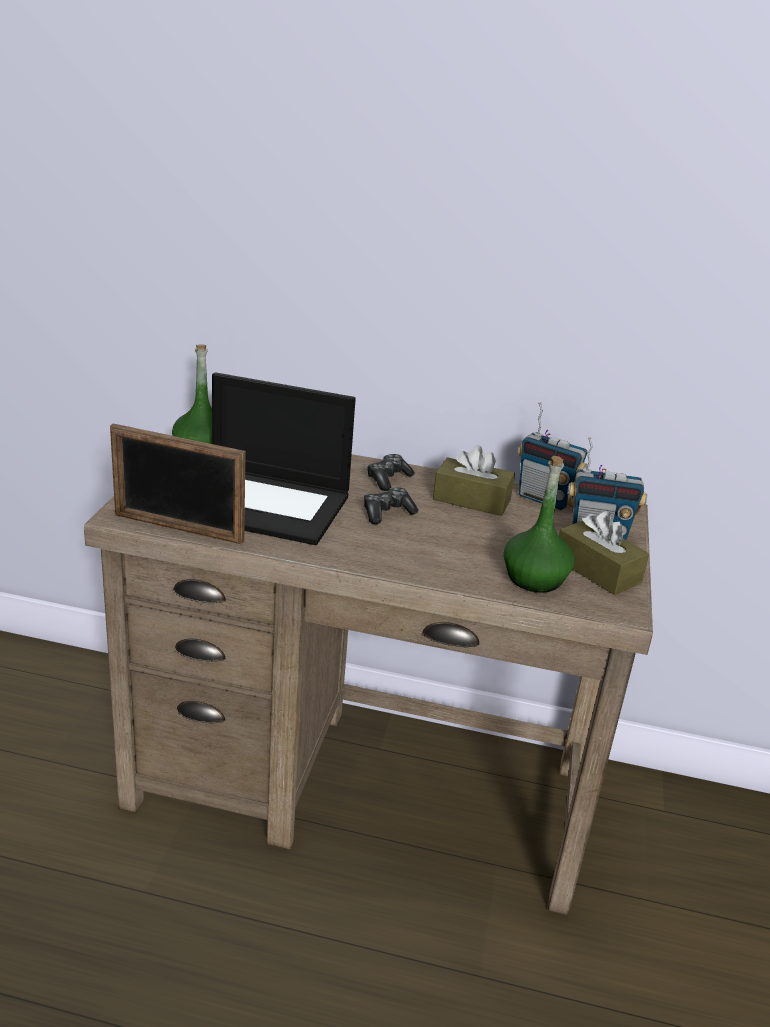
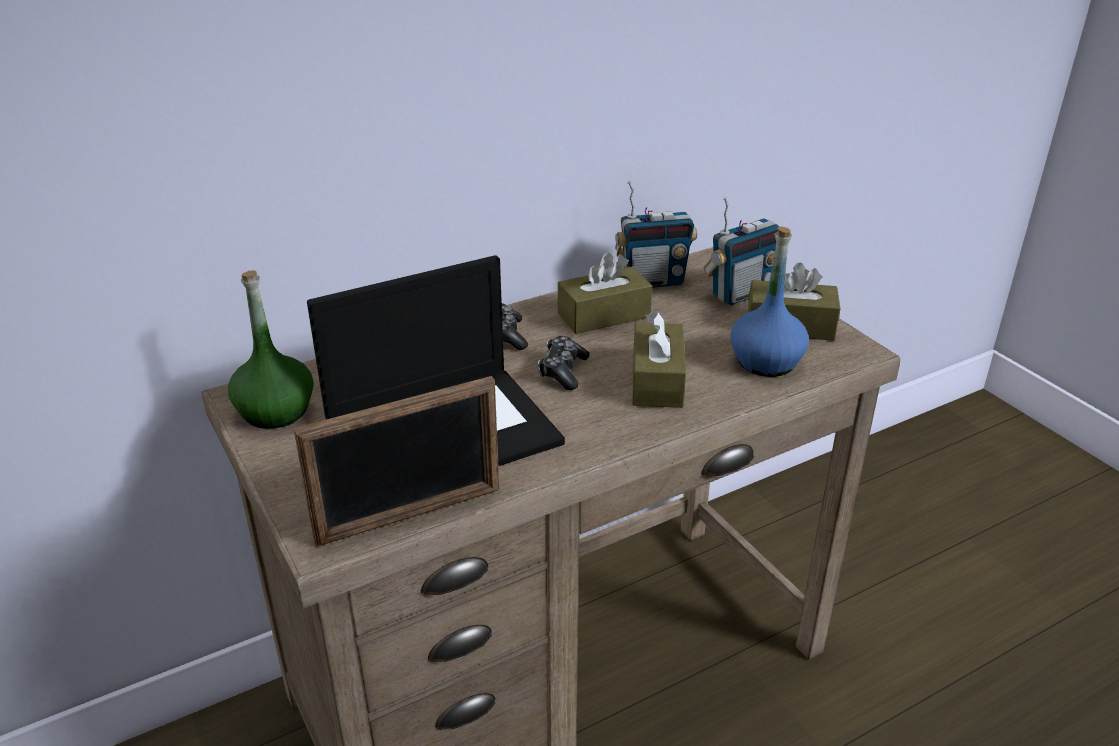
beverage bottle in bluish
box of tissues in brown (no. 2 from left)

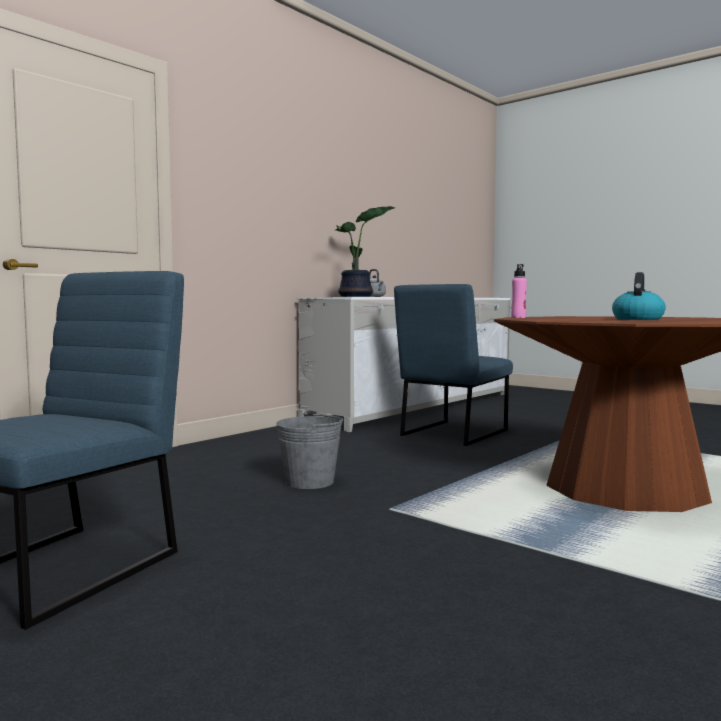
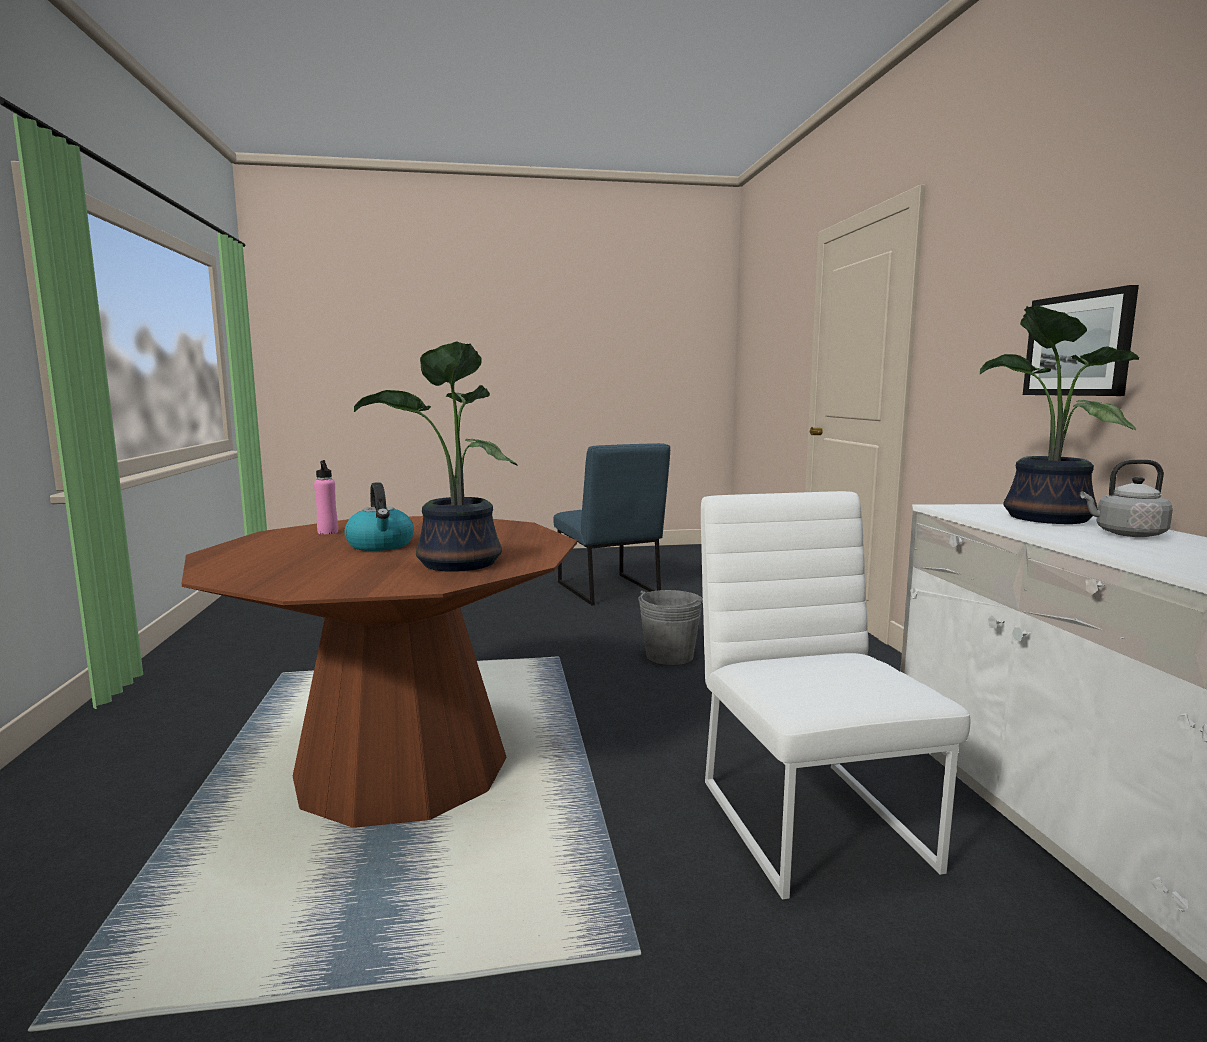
chair in white-coloured
beverage bottle in pink
houseplant (no. 1 from left)
wall picture

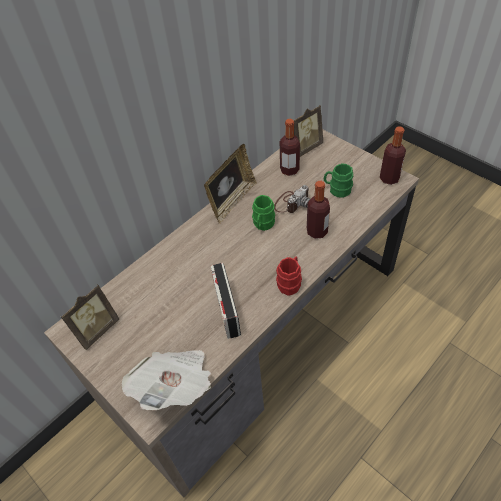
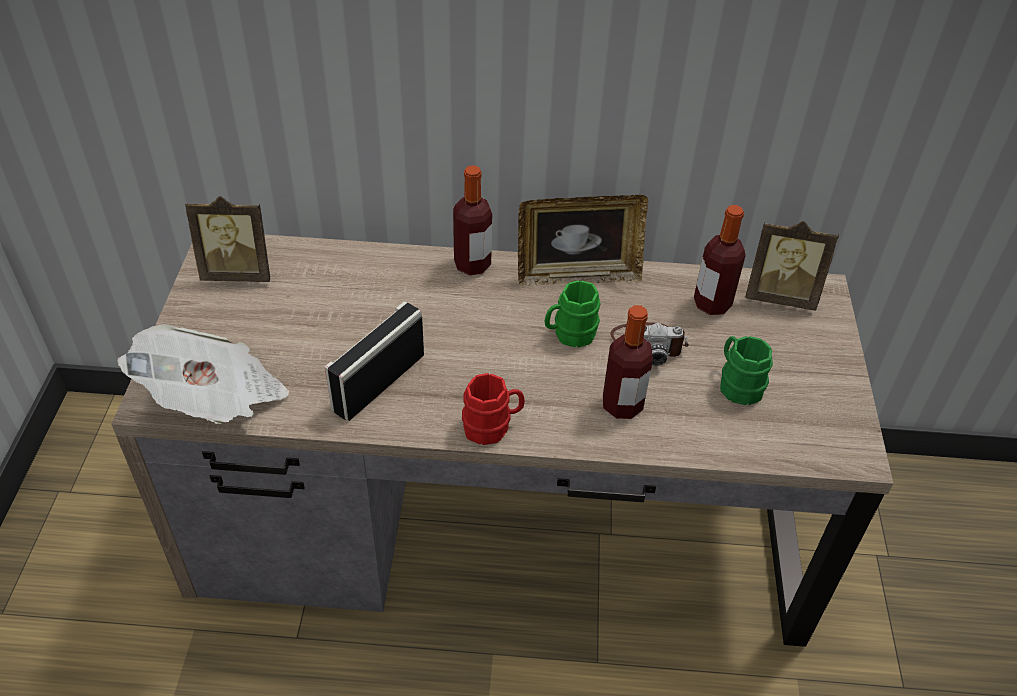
beverage bottle (no. 1 from left)

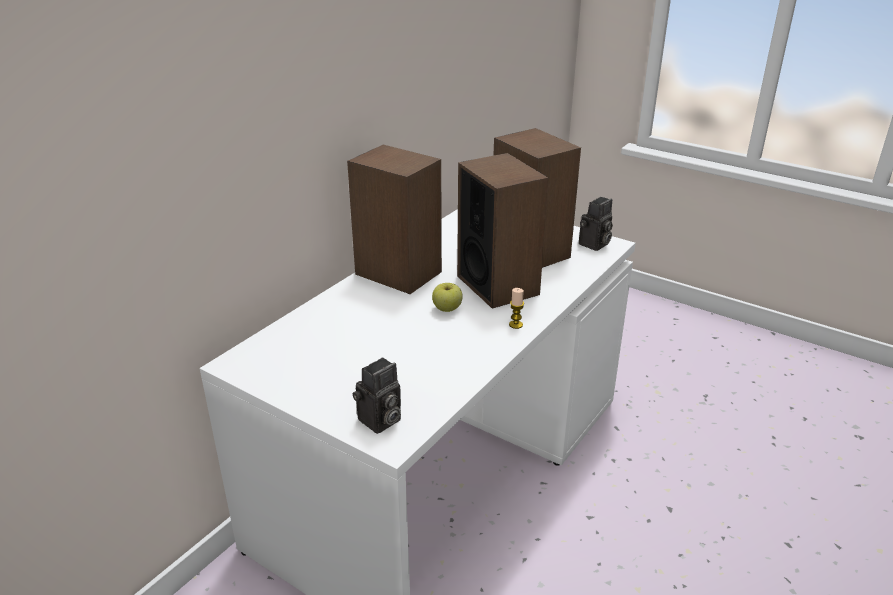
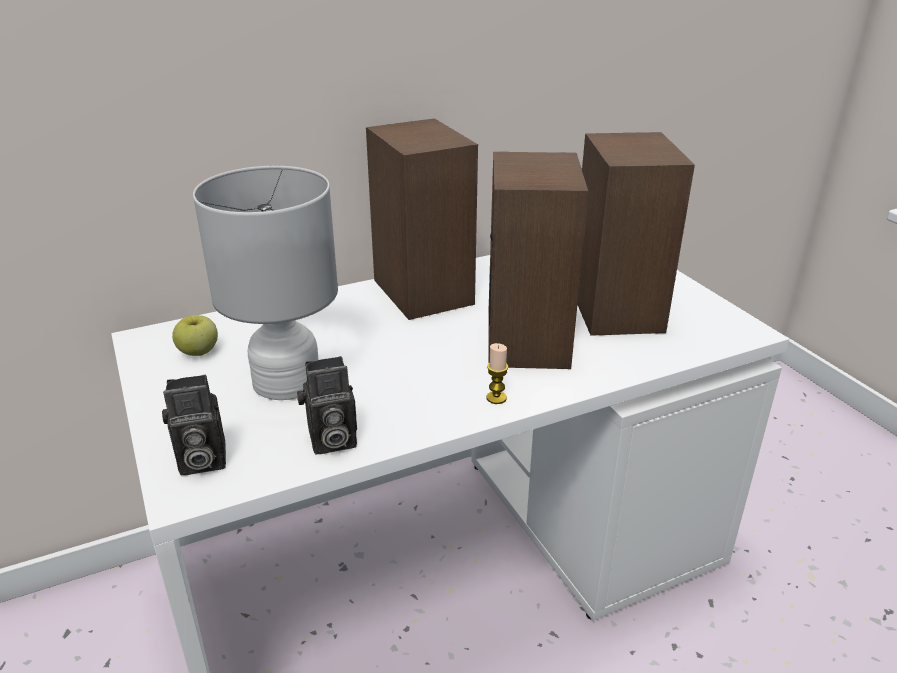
whole apple
photo camera (no. 2 from left)
tabletop lamp in grey

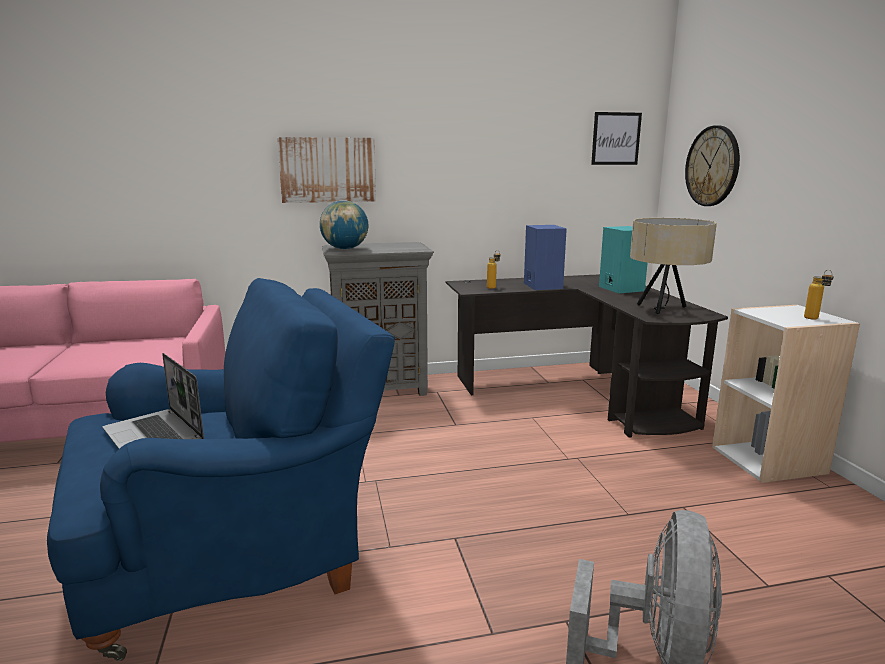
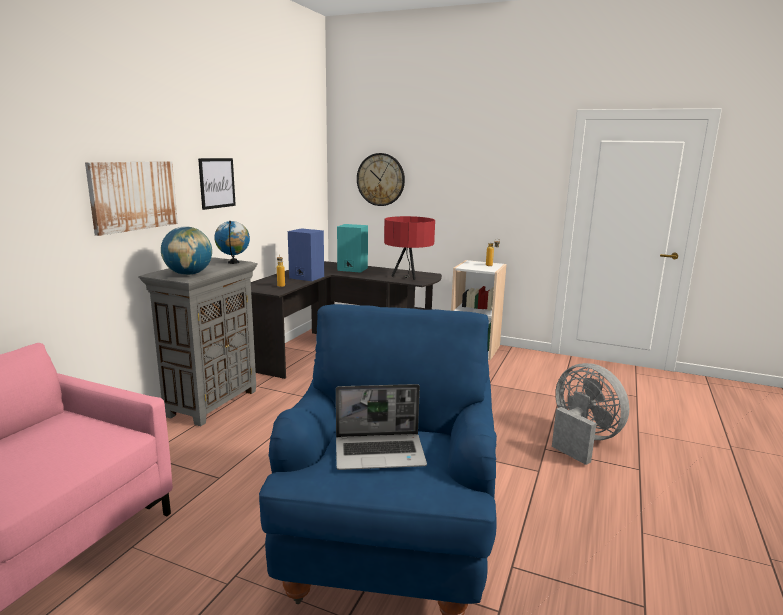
wall picture (no. 2 from left)
tabletop lamp in red
world globe (no. 2 from left)

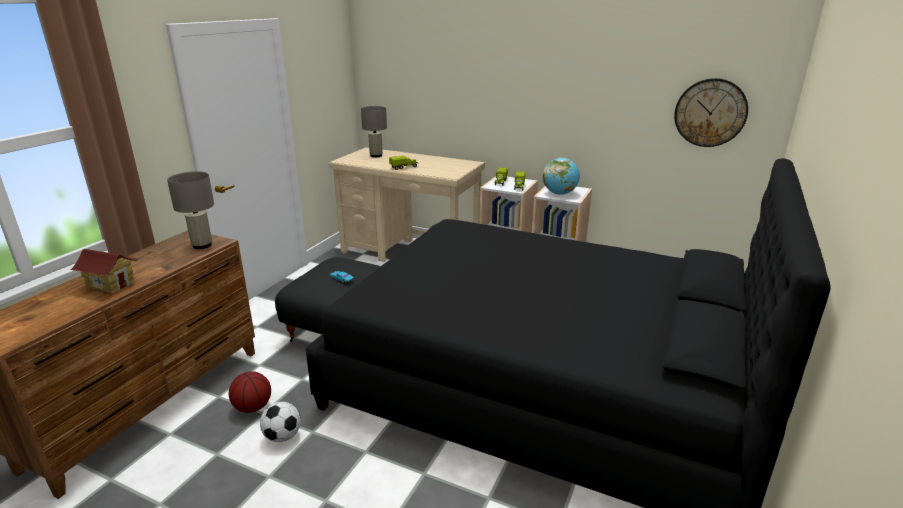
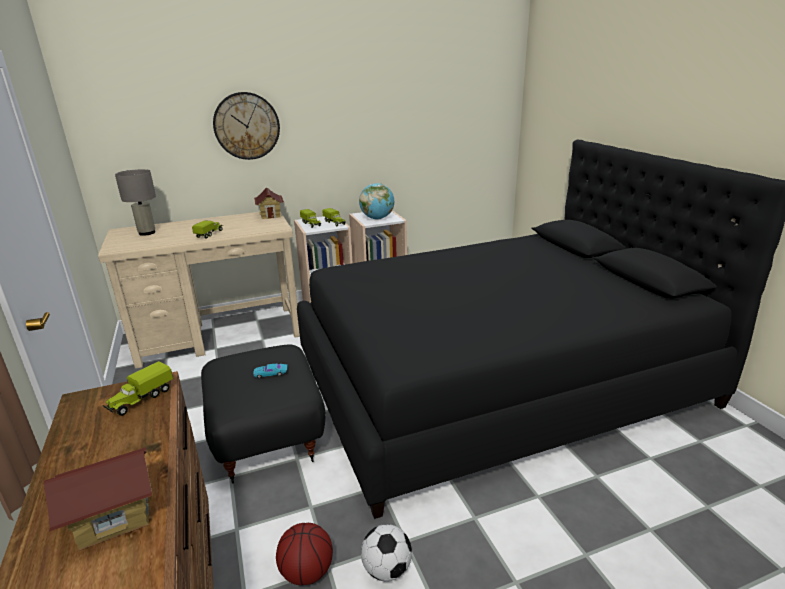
toy truck (no. 1 from left)
clock on the wall
toy house (no. 2 from left)

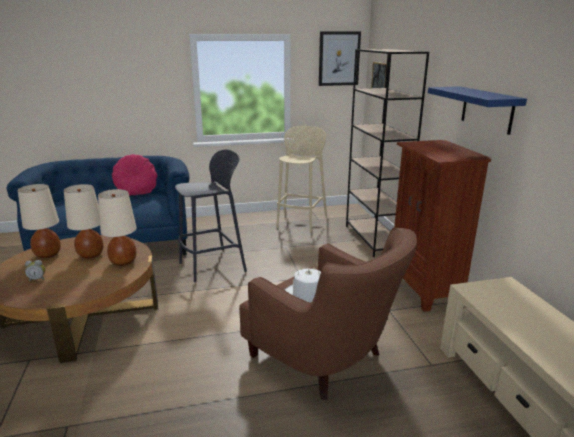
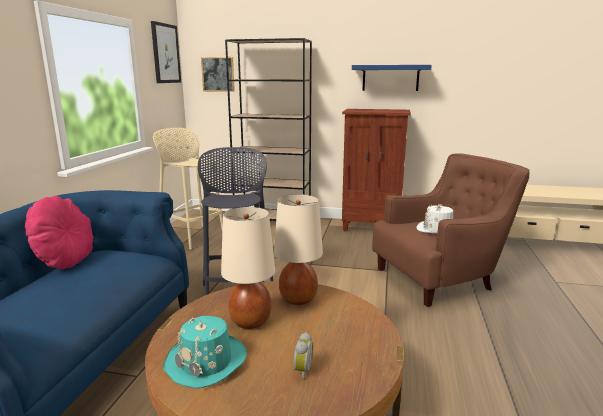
wearable hat in blue-green

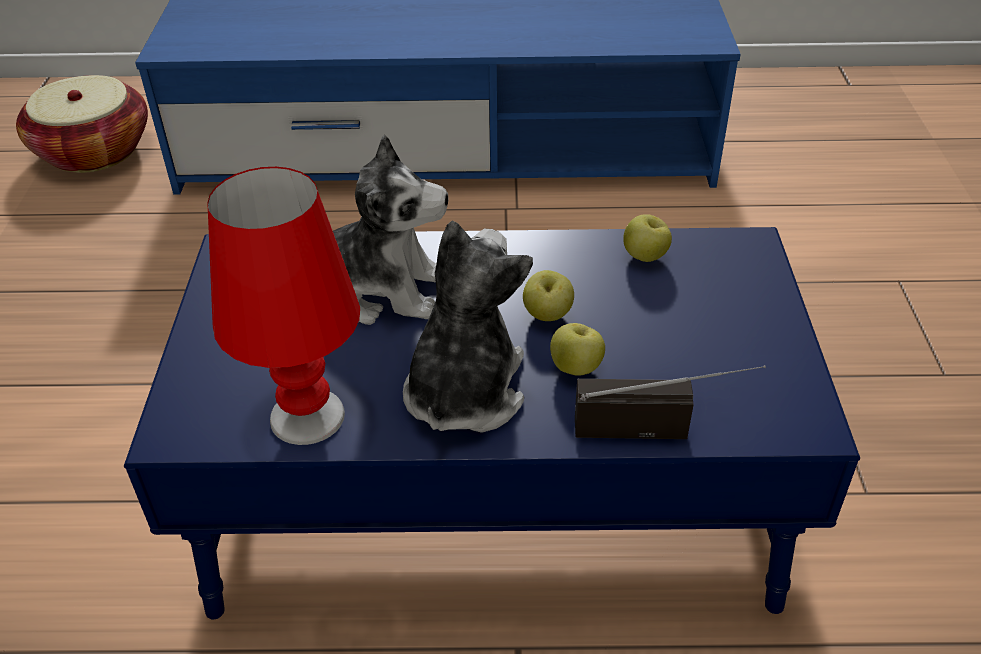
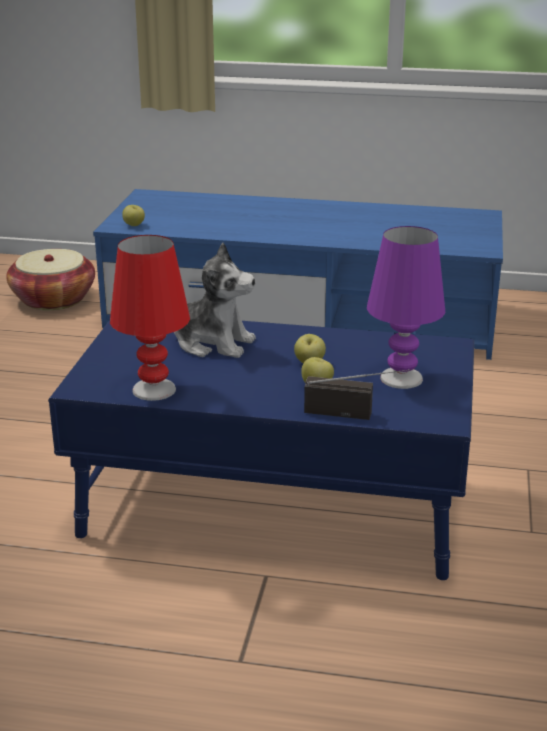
cuddly toy (no. 2 from left in the first image)
whole apple (no. 1 from left)
tabletop lamp in purple

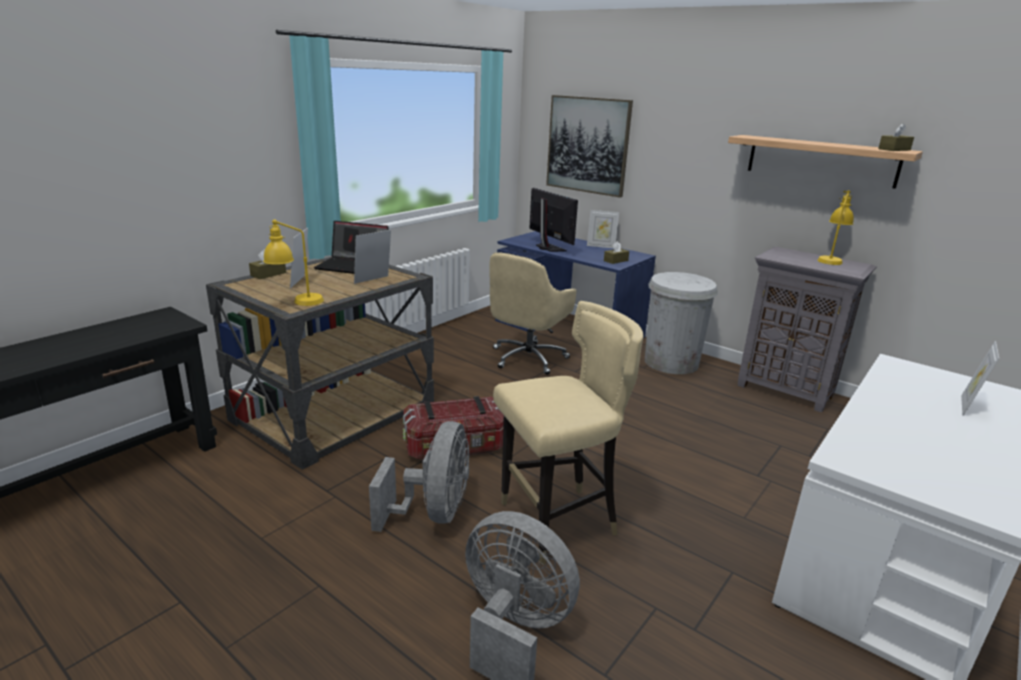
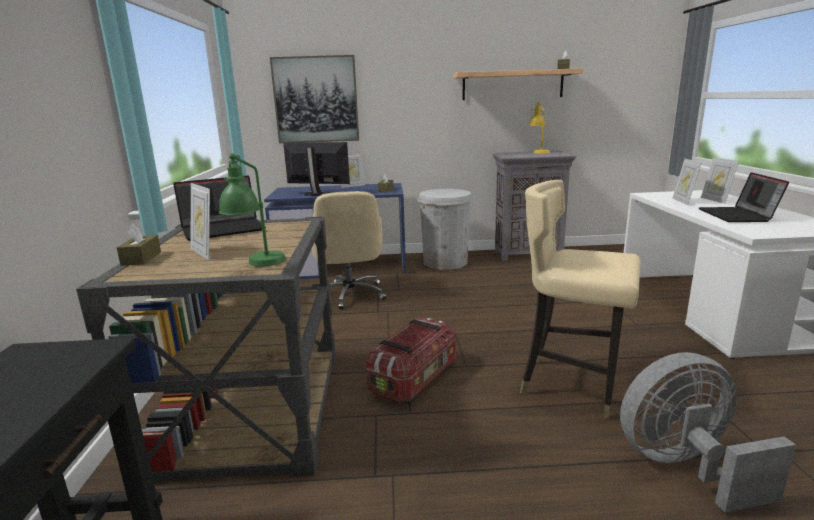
tabletop lamp in green
picture frame (no. 3 from left)
electric fan in grey (no. 1 from left in the first image)
chair in beige
laptop (no. 2 from left)

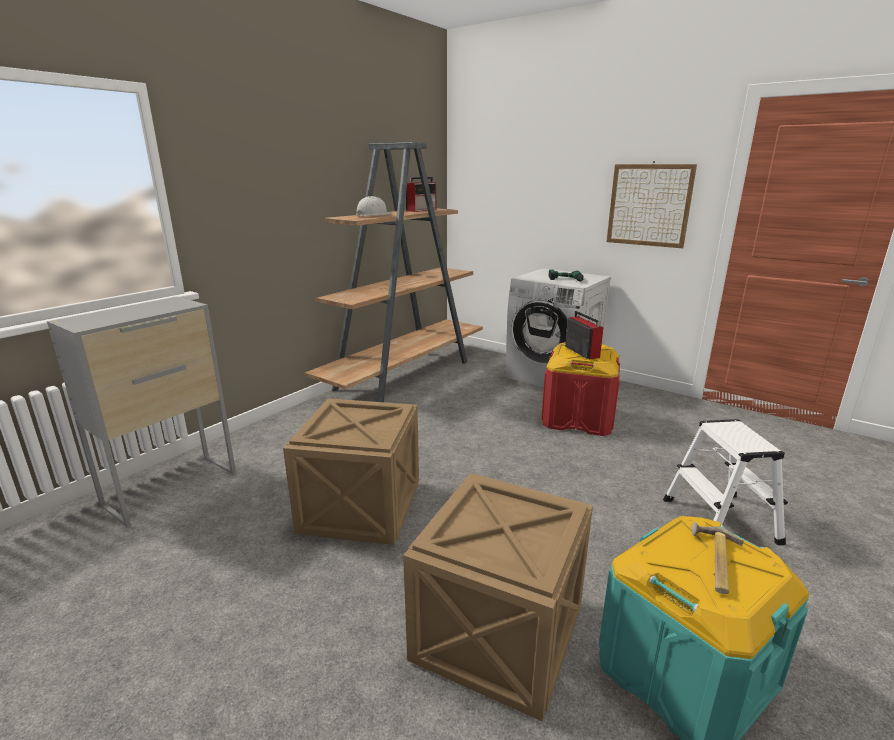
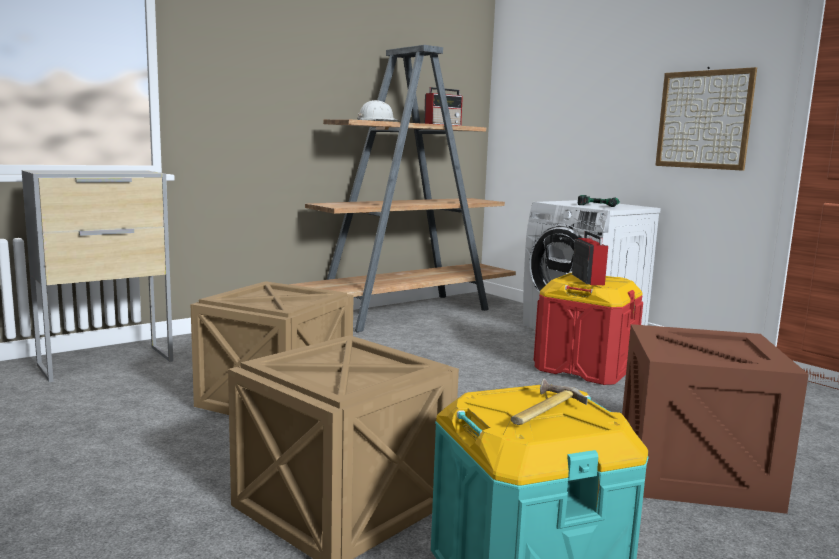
shipping crate (no. 3 from left)

